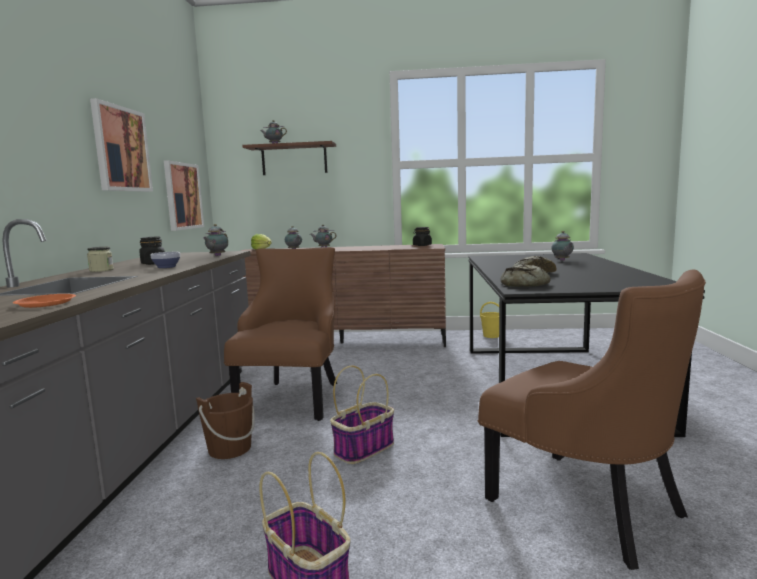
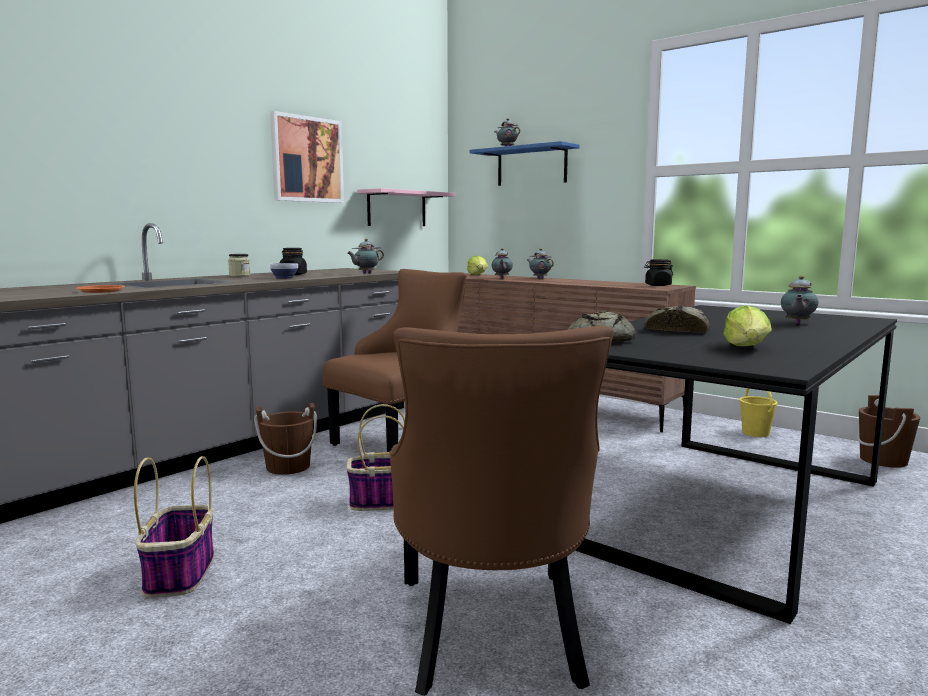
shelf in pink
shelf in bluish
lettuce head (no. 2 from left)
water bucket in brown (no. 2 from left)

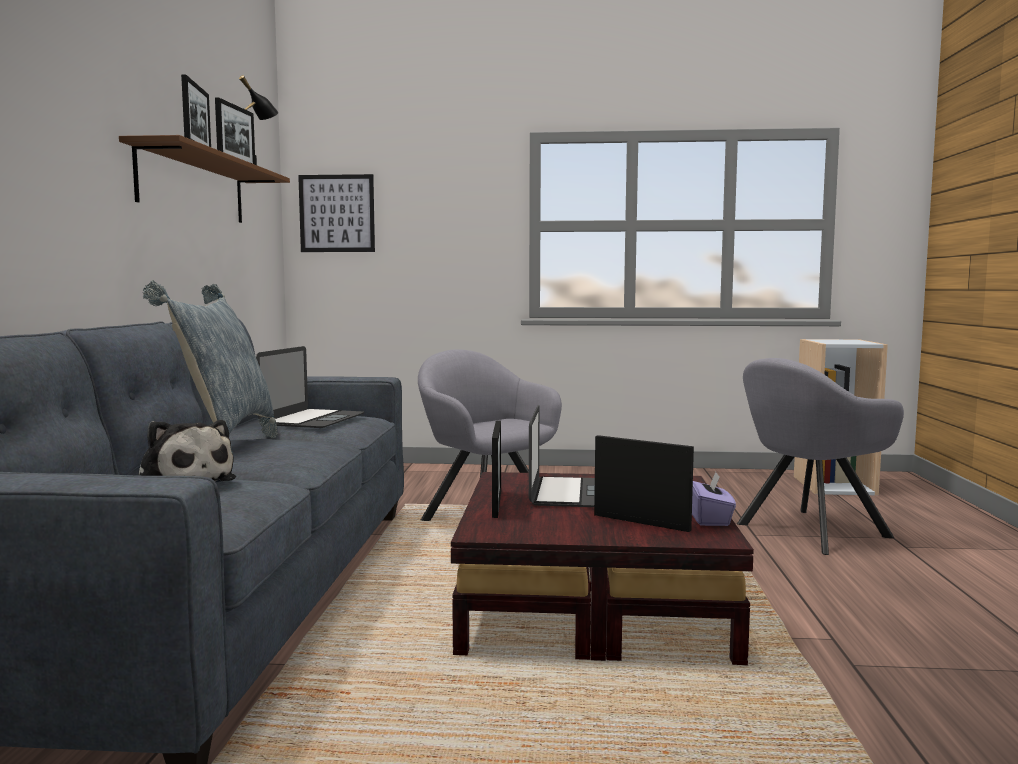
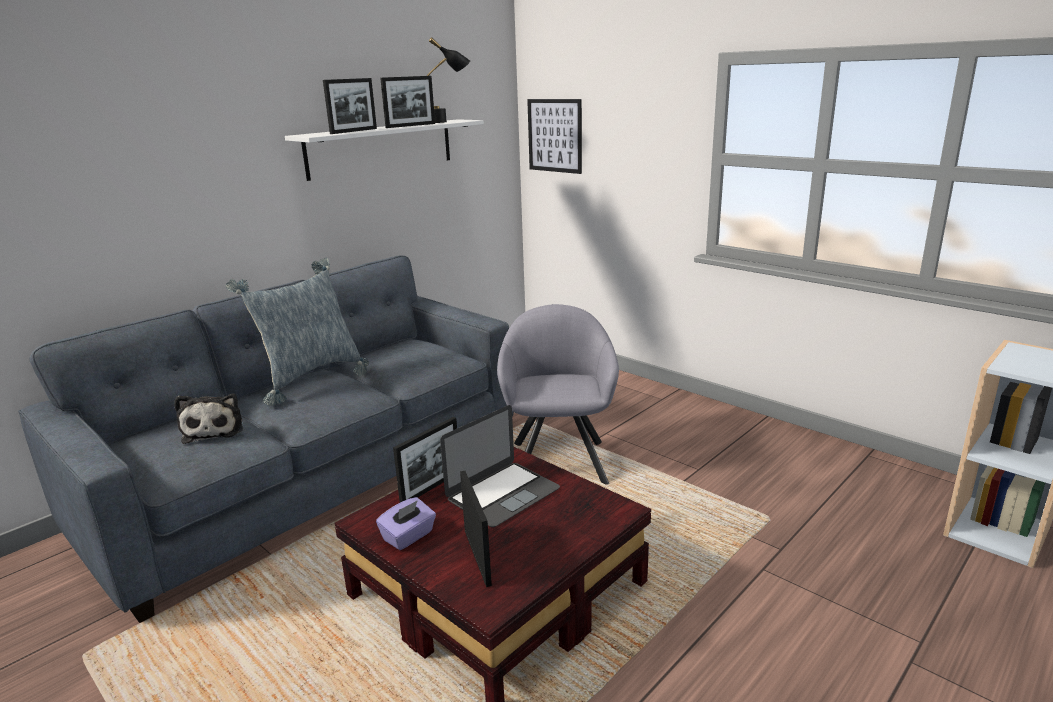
shelf in white-coloured
laptop (no. 1 from left in the first image)
box of tissues in purple
lounge chair in grey (no. 2 from left in the first image)

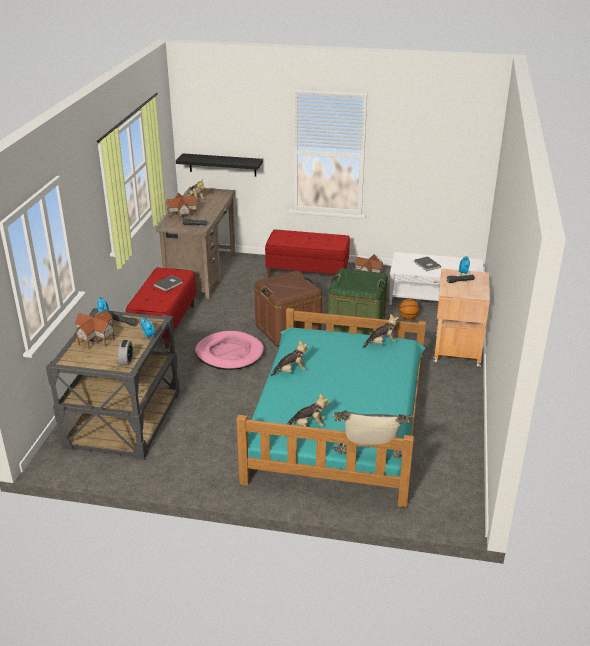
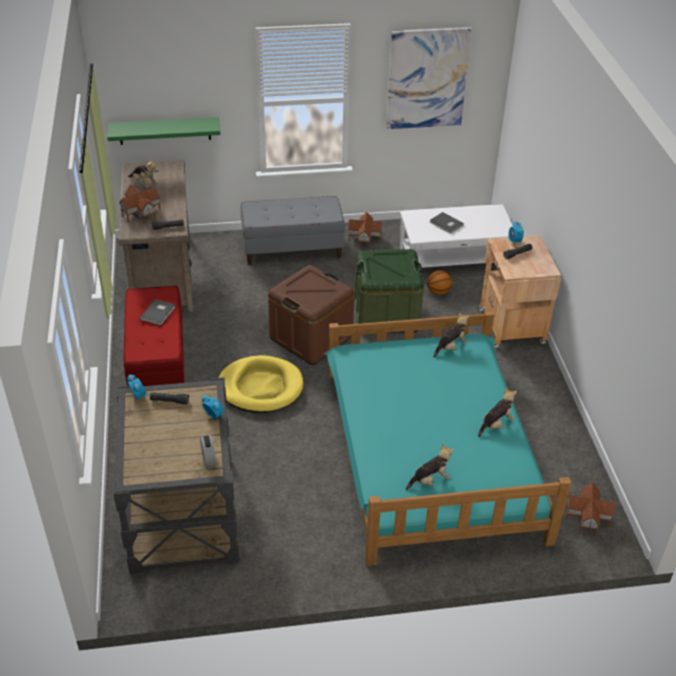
toy house (no. 3 from left)
shelf in green
dog bed in yellow-coloured
bench in grey
cuddly toy (no. 4 from left)
cushion
wall picture

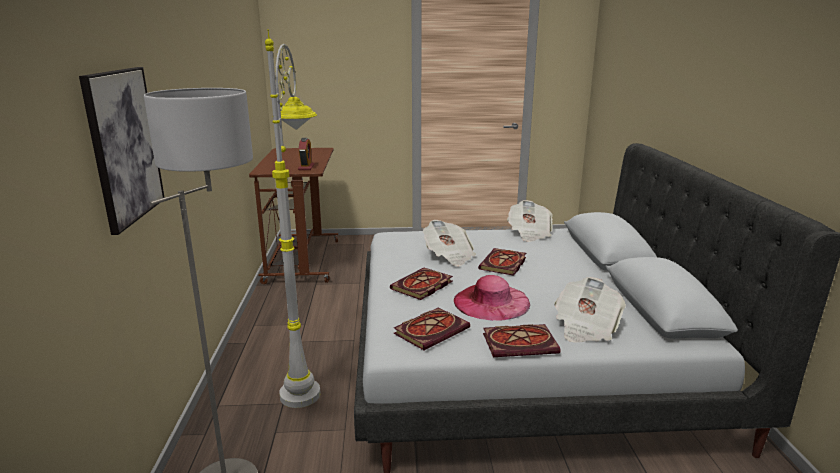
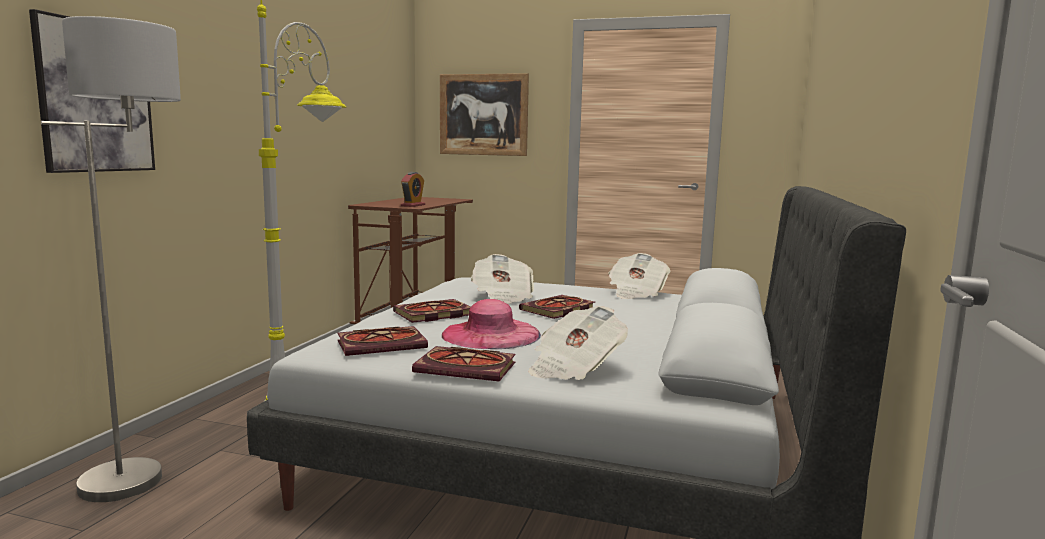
wall picture (no. 2 from left)

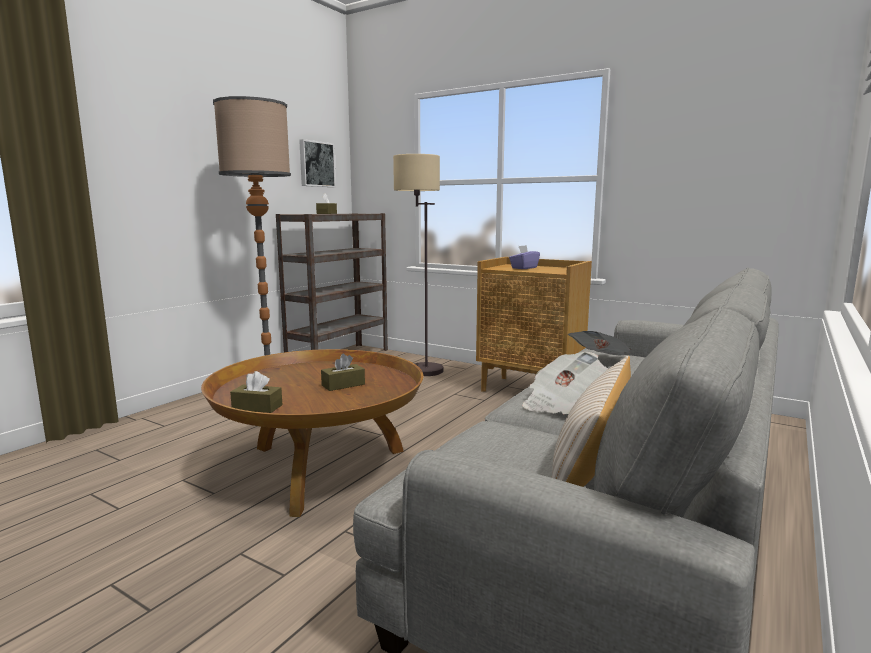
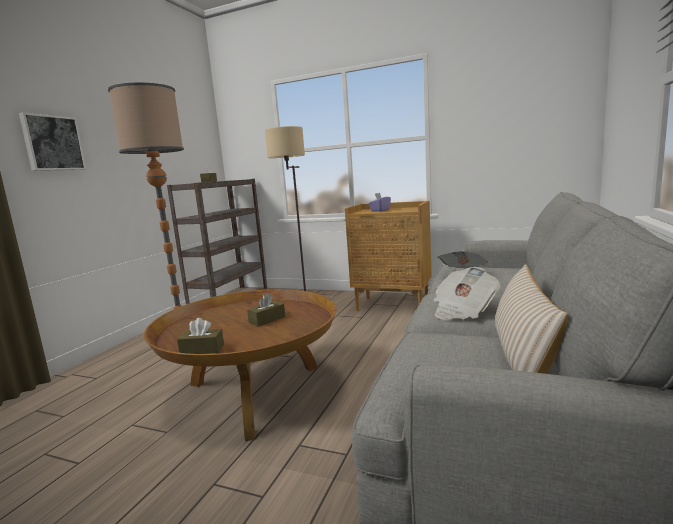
wall picture

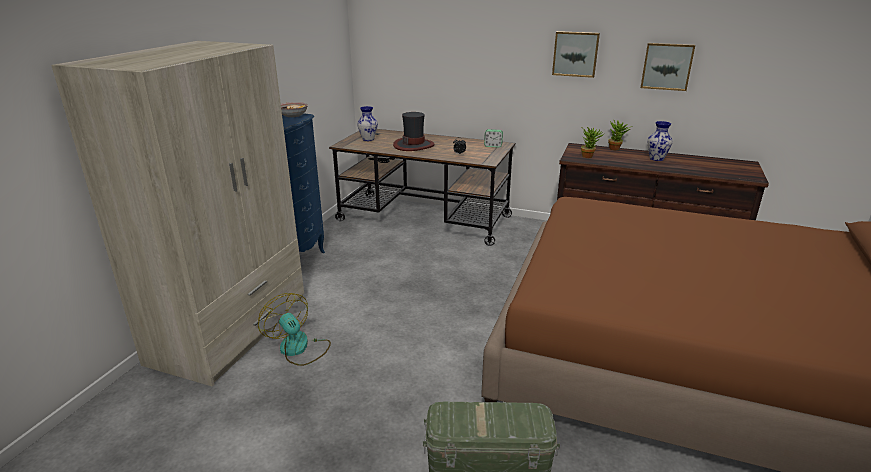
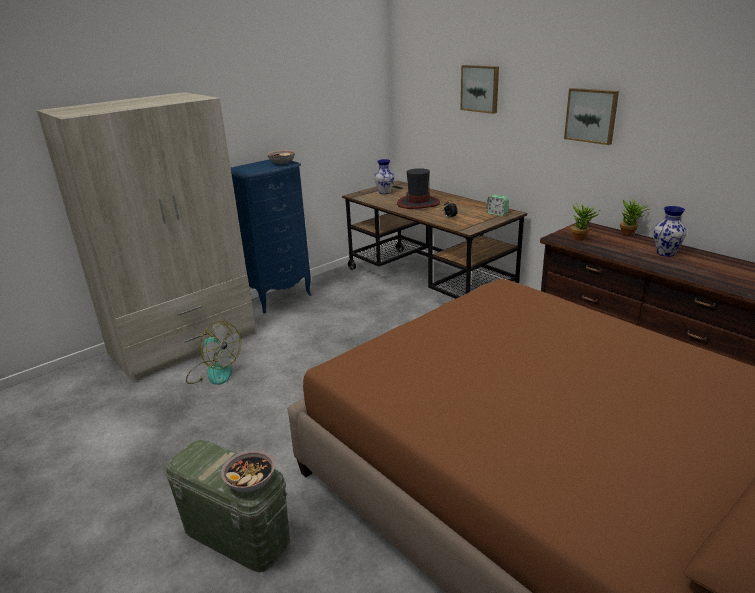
electric fan
wall picture (no. 1 from left)
serving bowl (no. 1 from left)

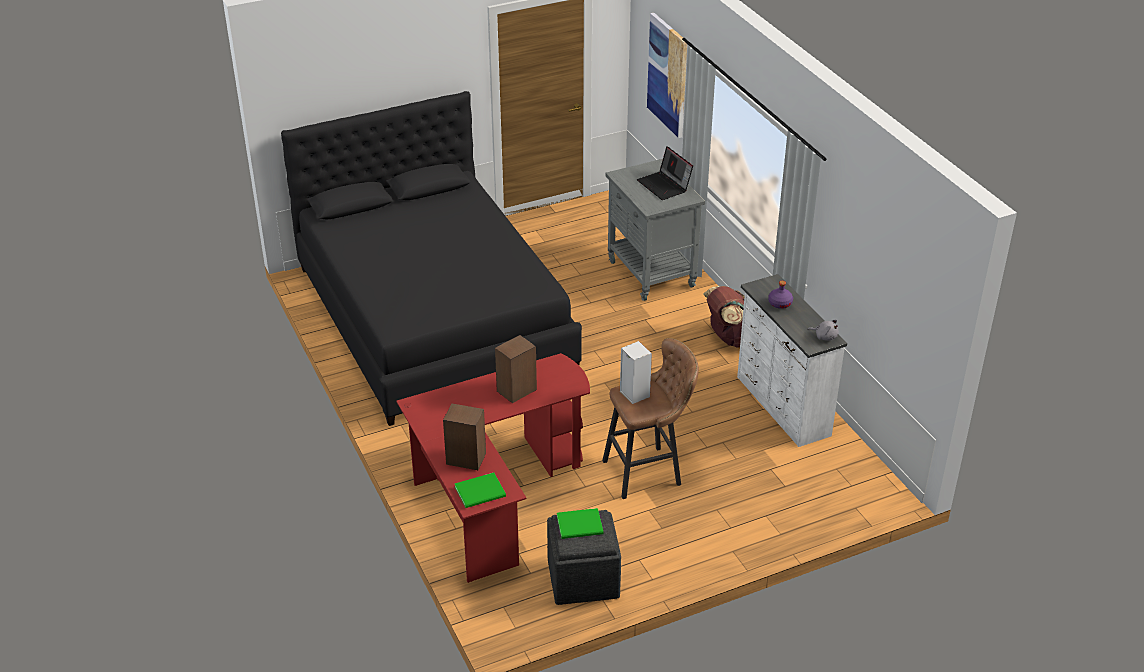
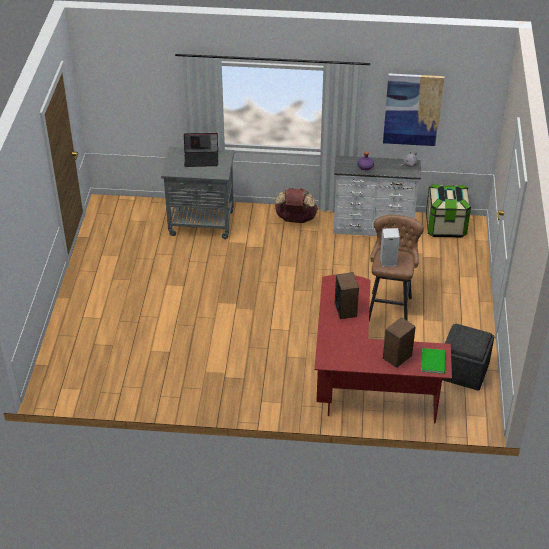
sleeping bed in black
book in green (no. 2 from left in the first image)
wall picture
storage bin

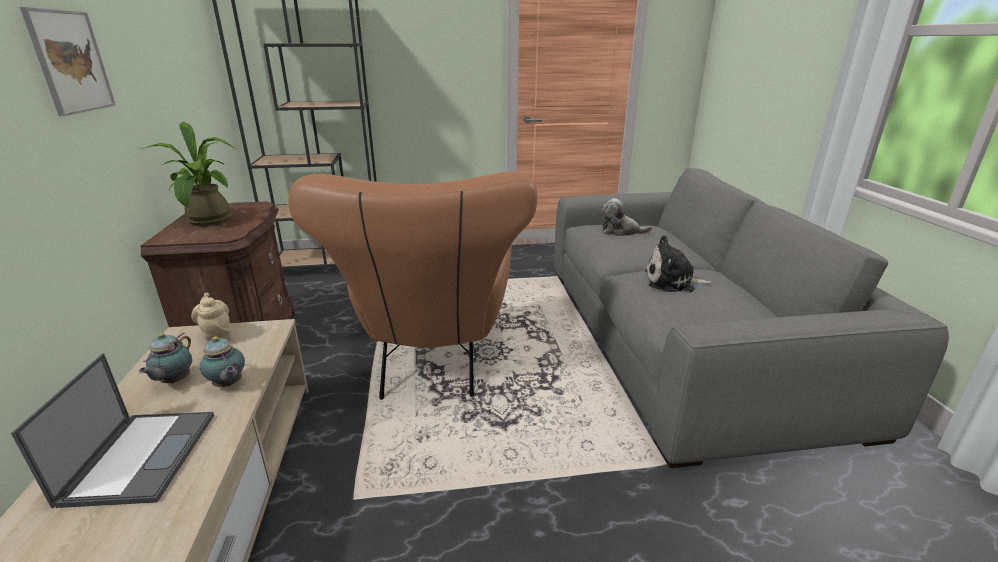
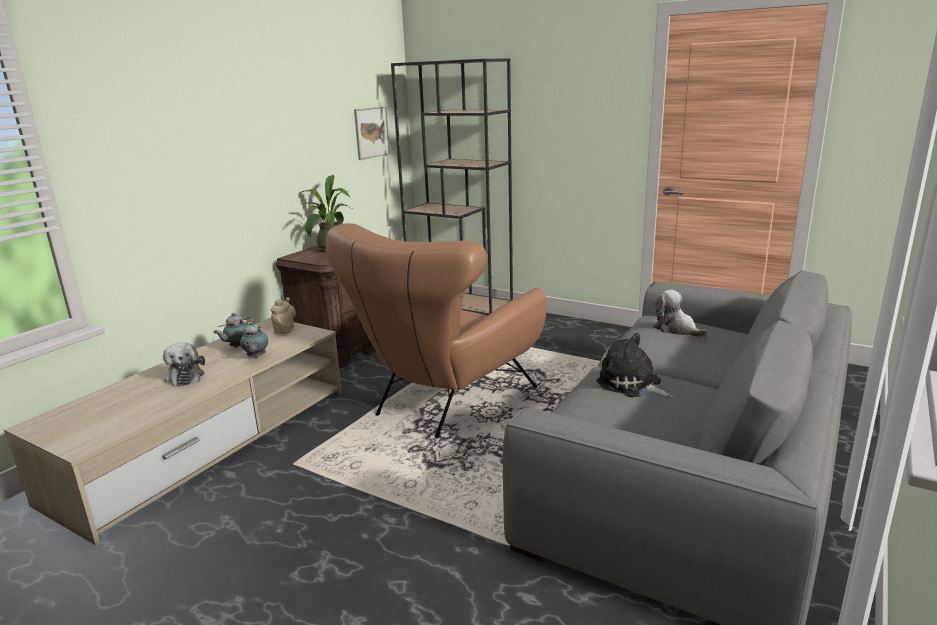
cuddly toy (no. 1 from left)
wall picture

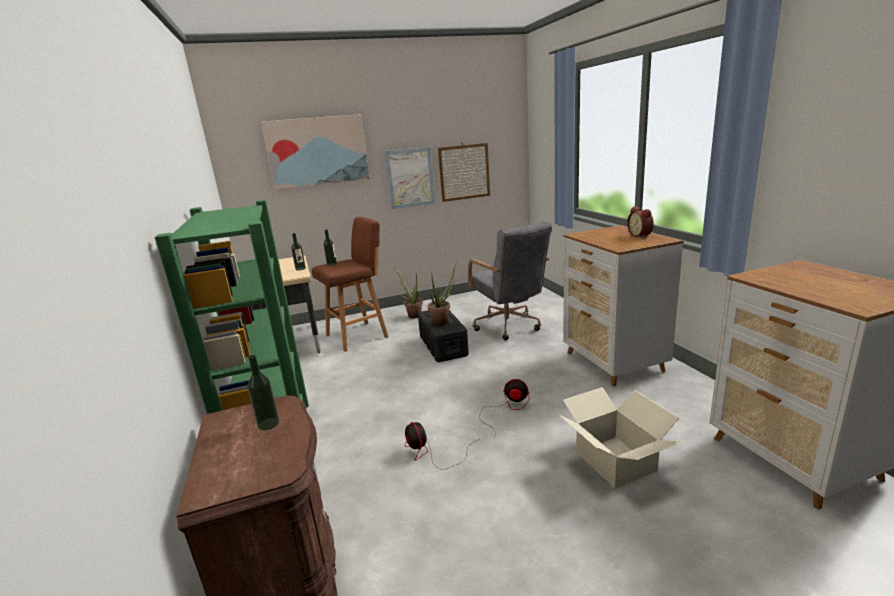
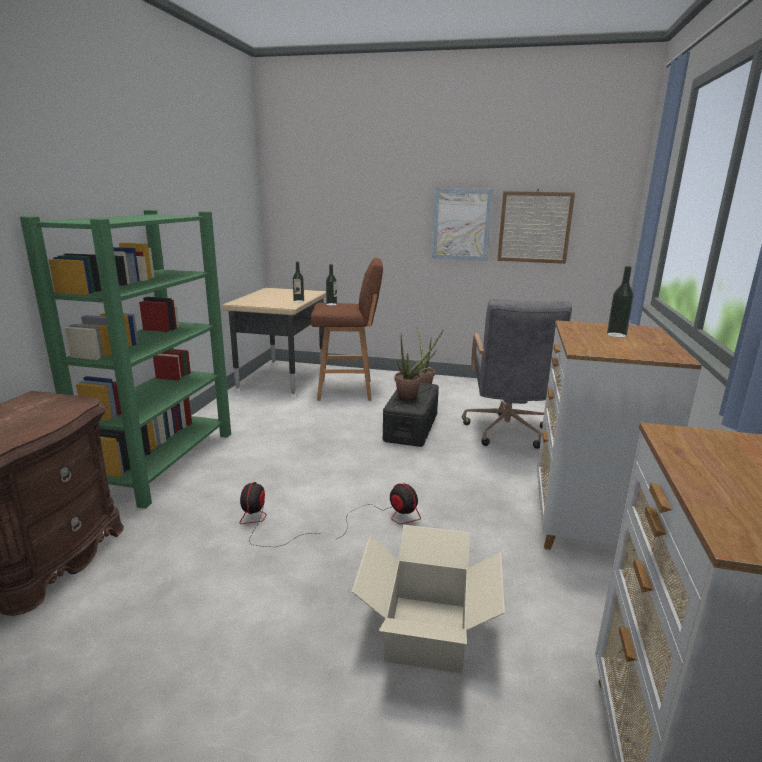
beverage bottle (no. 3 from left)
wall picture (no. 1 from left in the first image)
table clock

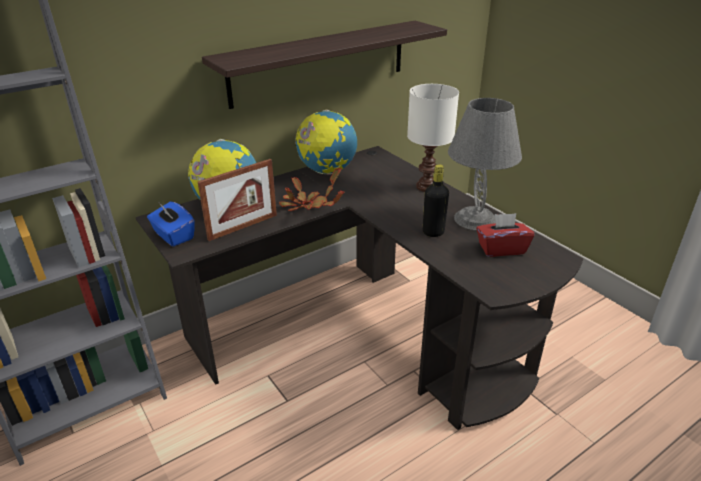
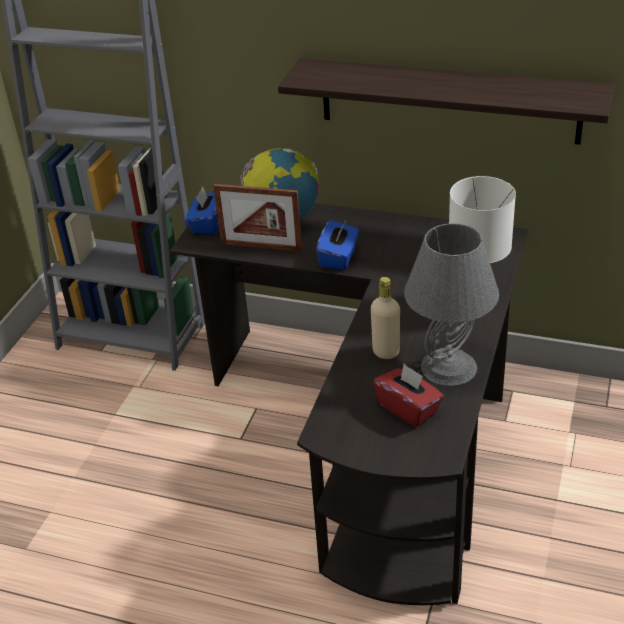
box of tissues in bluish (no. 2 from left)
world globe (no. 2 from left in the first image)
beverage bottle in beige

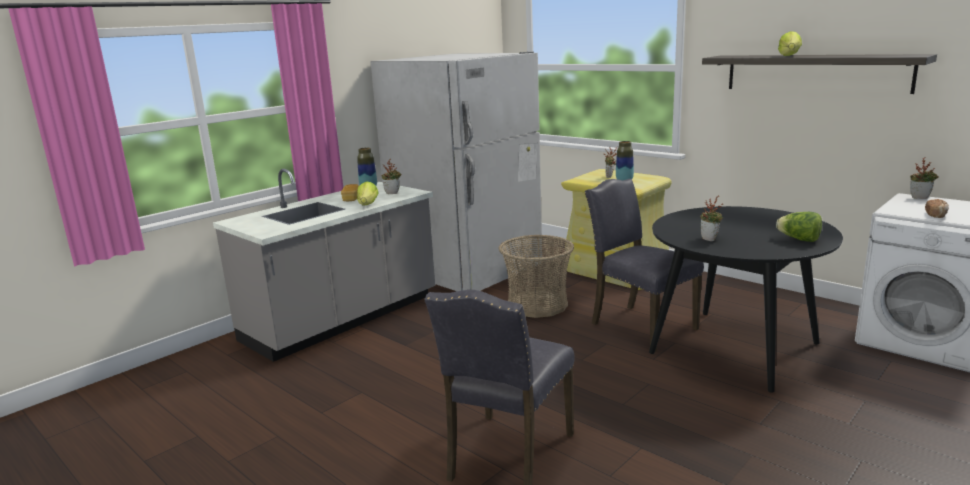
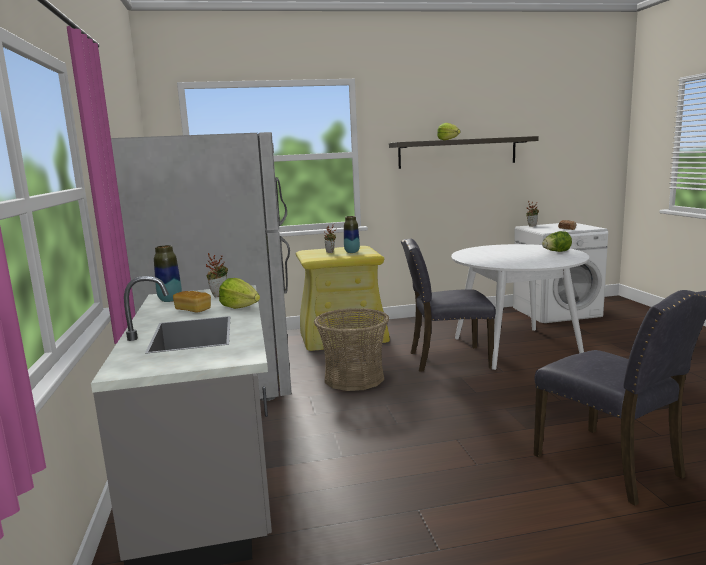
dinner table in white-coloured
houseplant (no. 3 from left in the first image)

